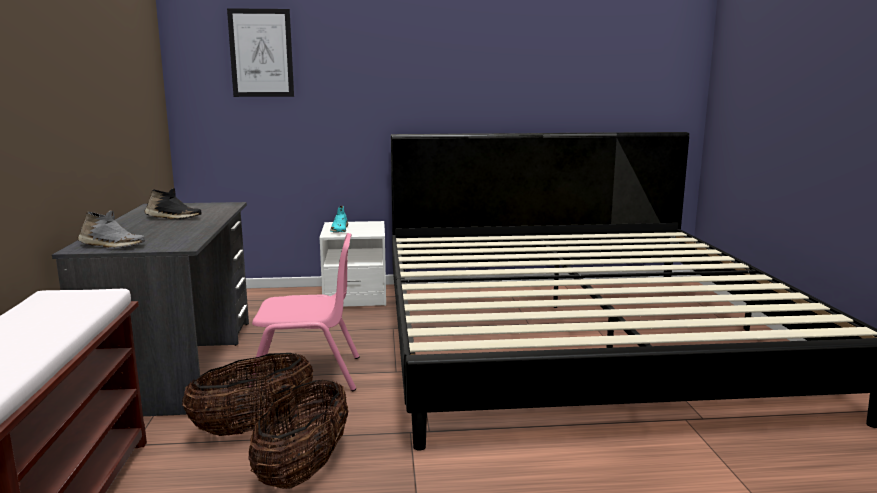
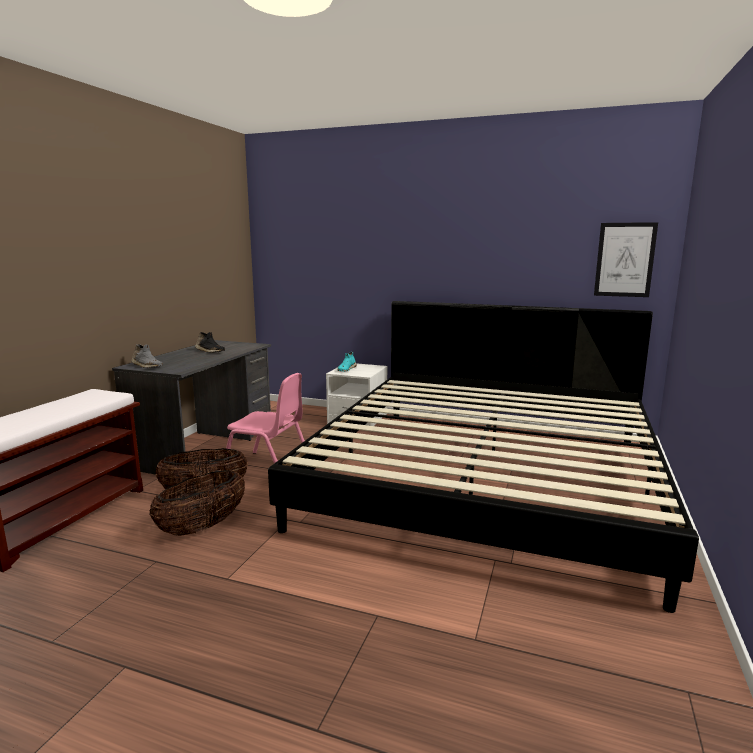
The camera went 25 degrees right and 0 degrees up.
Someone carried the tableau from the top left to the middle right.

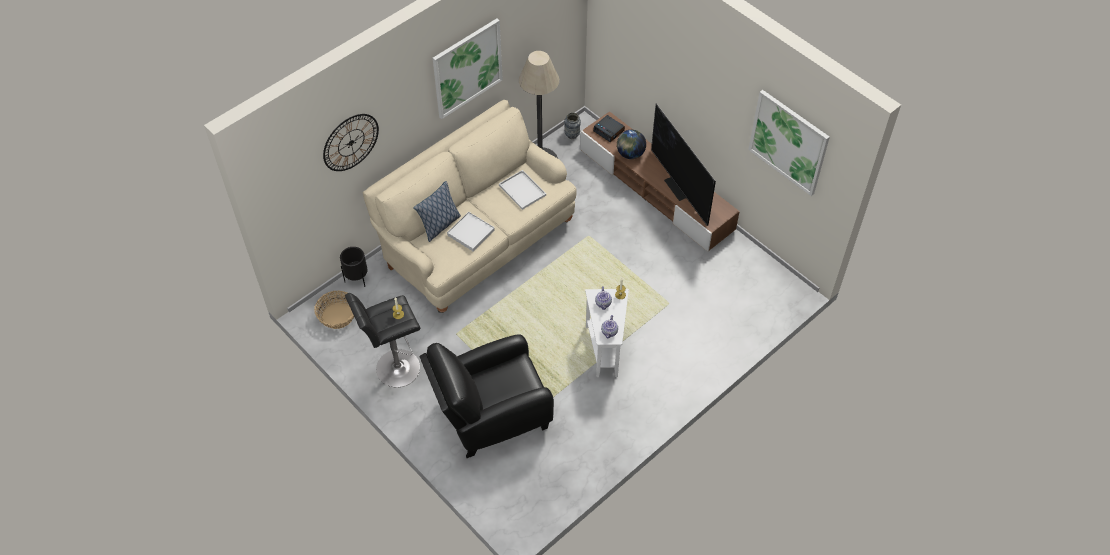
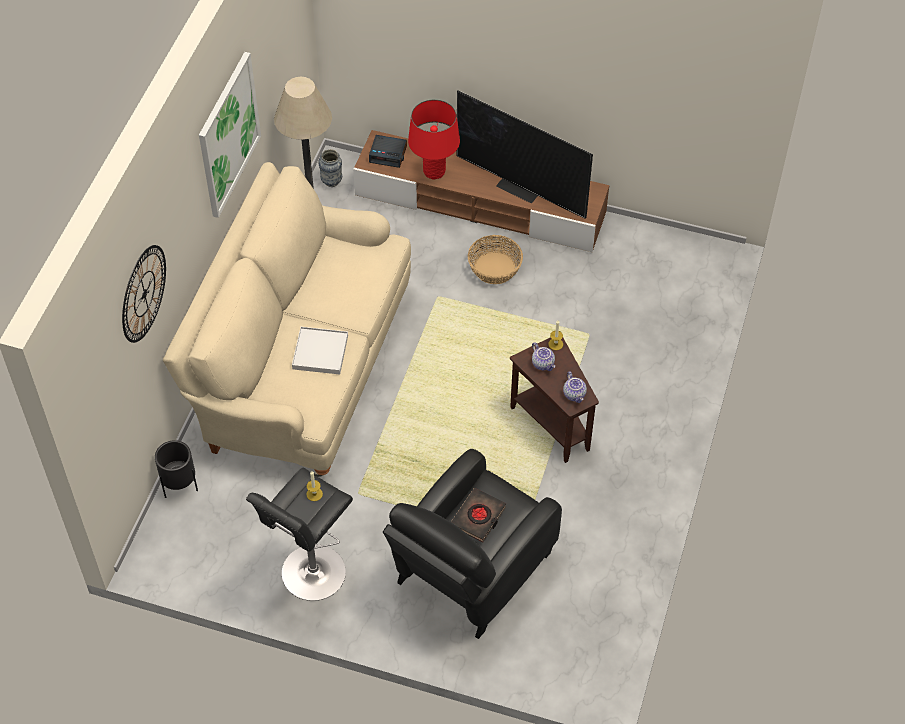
The camera went 30 degrees left and 0 degrees up.
Someone carried the panier from the middle left to the centre.
Someone took away the coussin at the centre.
Someone took away the plateau [blanc] (no. 2 from left) at the centre.
Someone repainted the table d'appoint [blanc] at the centre, which became the table d'appoint [marron] at the centre.
Someone swapped the globe at the top centre for the lampe de table [rouge] at the top centre.
Someone took away the tableau (no. 2 from left) at the top right.
Someone put down the livre [noir] at the bottom centre.

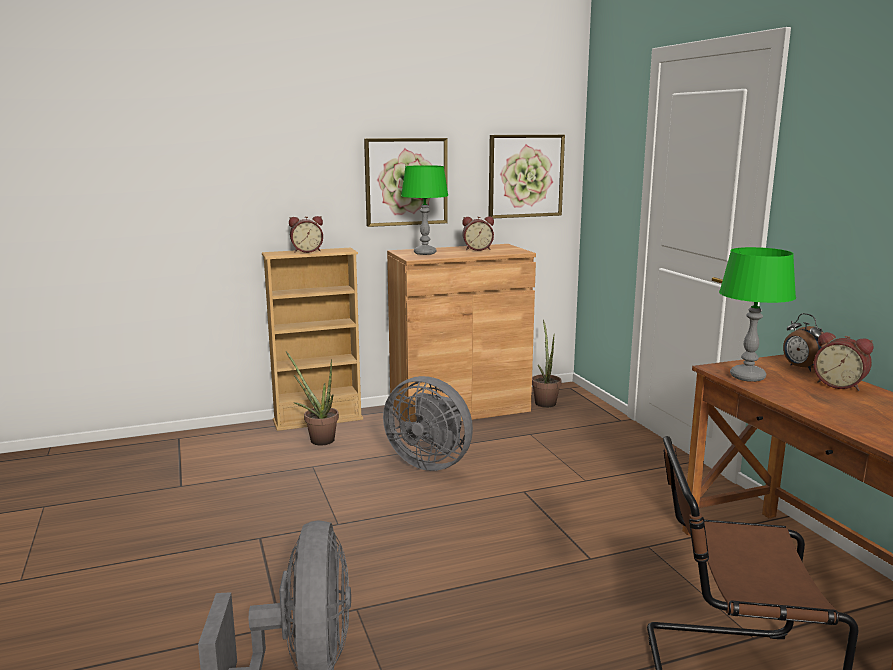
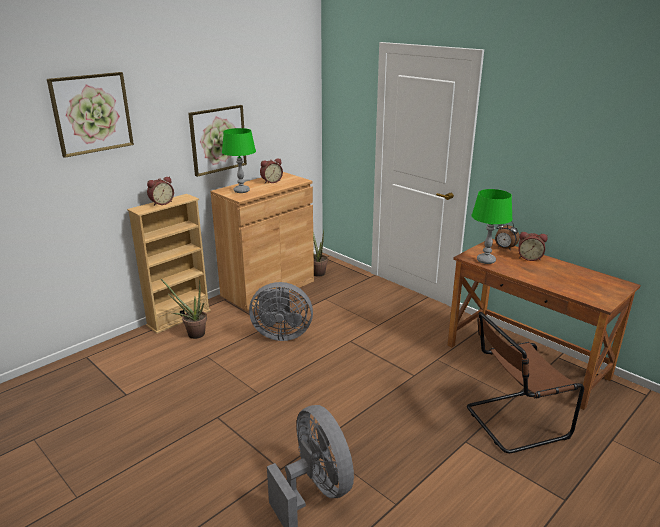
The camera went 25 degrees left and 10 degrees up.
Someone carried the tableau (no. 2 from left in the first image) from the top centre to the top left.

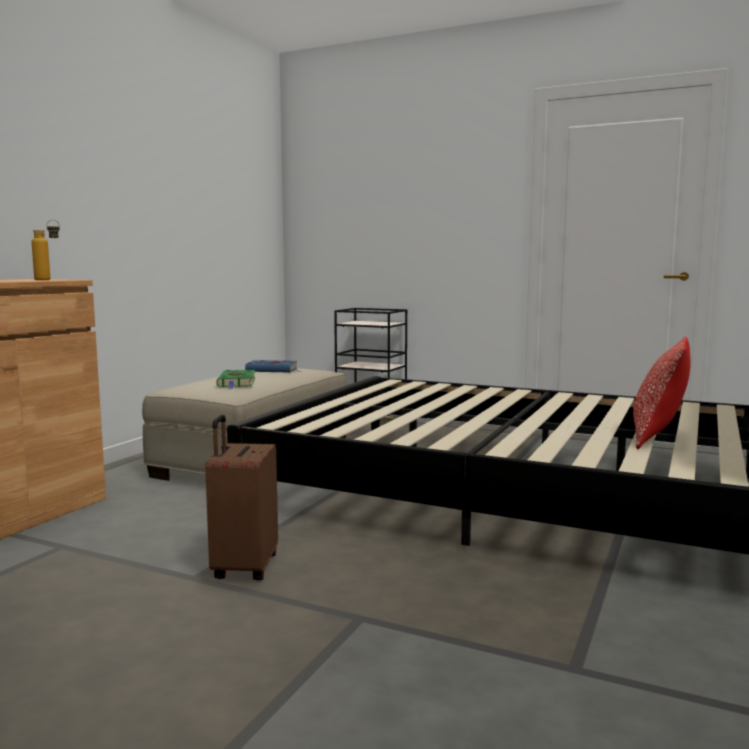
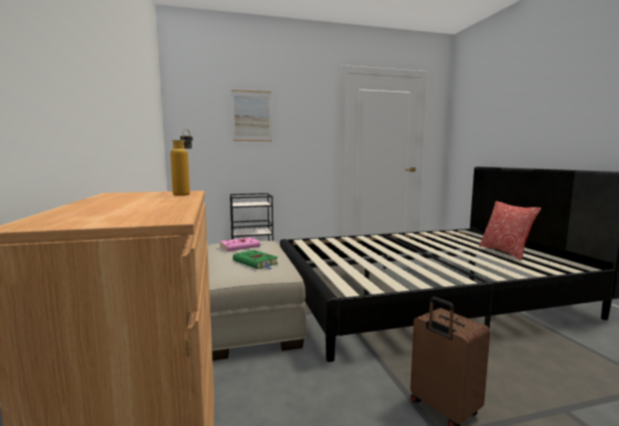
The camera went 40 degrees left and 0 degrees up.
Someone repainted the livre [bleu] at the centre, which became the livre [rose] at the centre.
Someone put up the tableau at the top centre.

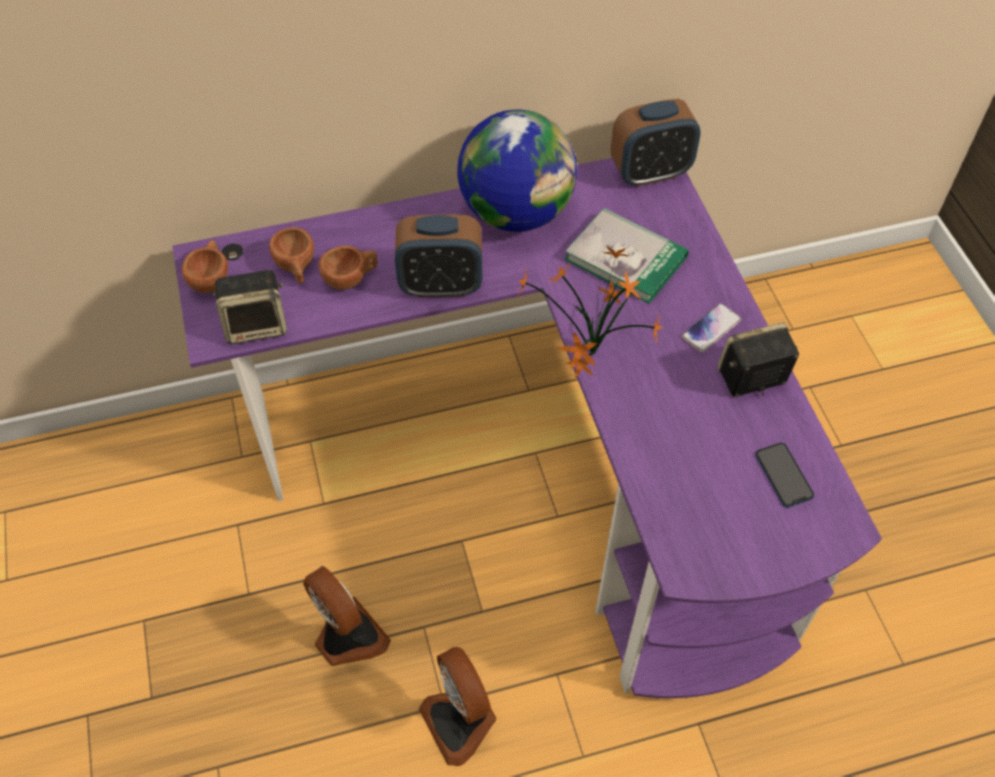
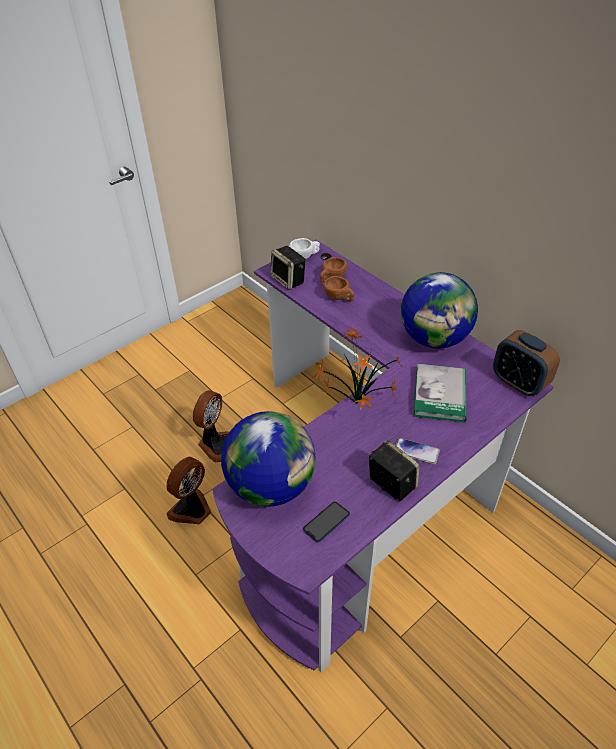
The camera went 65 degrees right and 10 degrees down.
Someone repainted the tasse [marron] (no. 1 from left) at the middle left, which became the tasse [blanc] at the top centre.
Someone took away the réveil (no. 1 from left) at the top centre.
Someone put down the globe (no. 1 from left) at the centre.

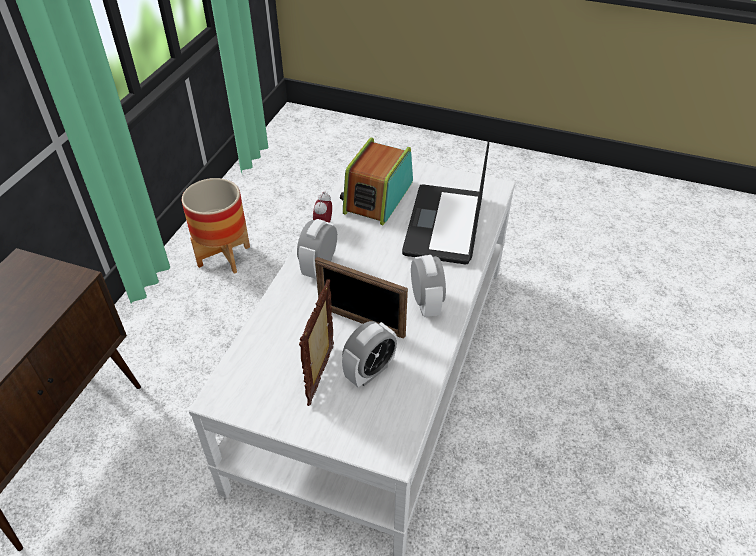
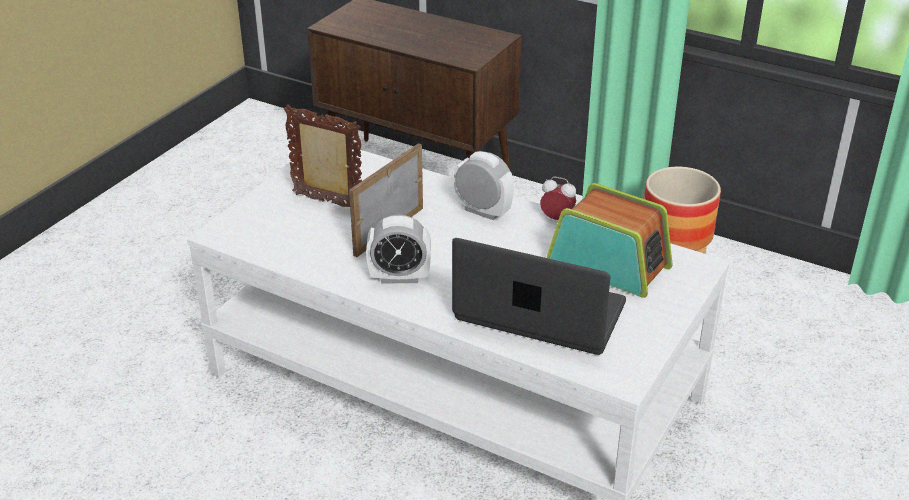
The camera went 100 degrees right and 10 degrees down.
Someone took away the réveil (no. 3 from left) at the centre.

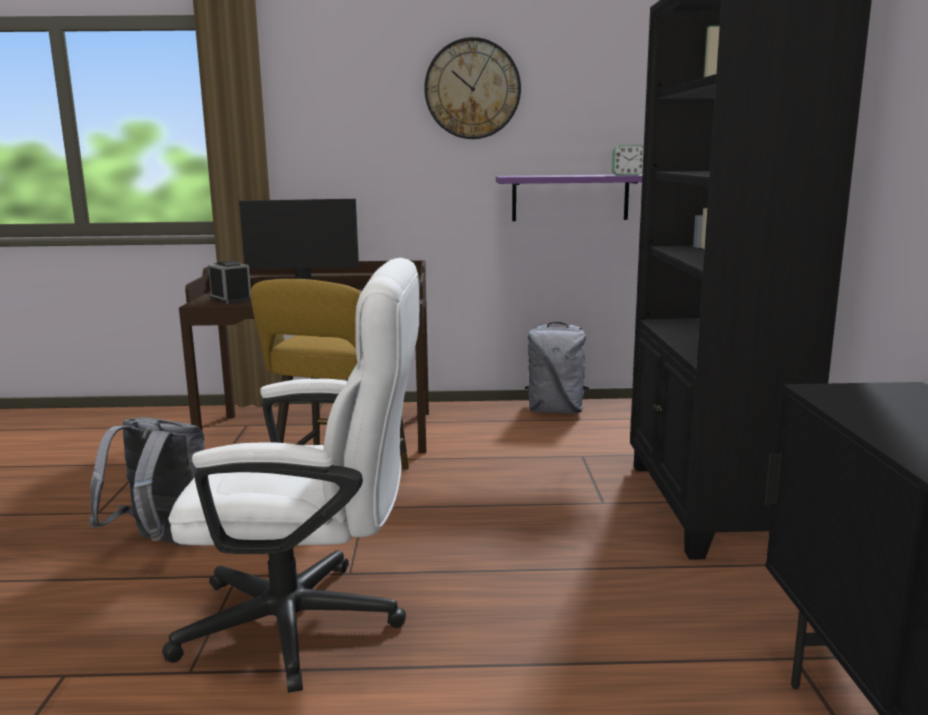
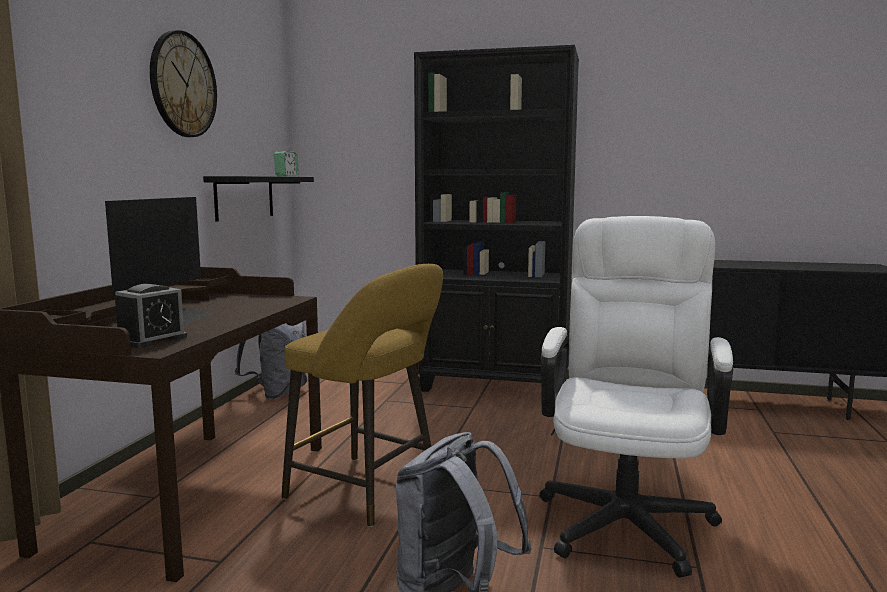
The camera went 75 degrees left and 5 degrees down.
Someone rotated the réveil (no. 1 from left) at the middle left by 150 degrees clockwise.
Someone repainted the étagère [violet] at the top centre, which became the étagère [noir] at the middle left.

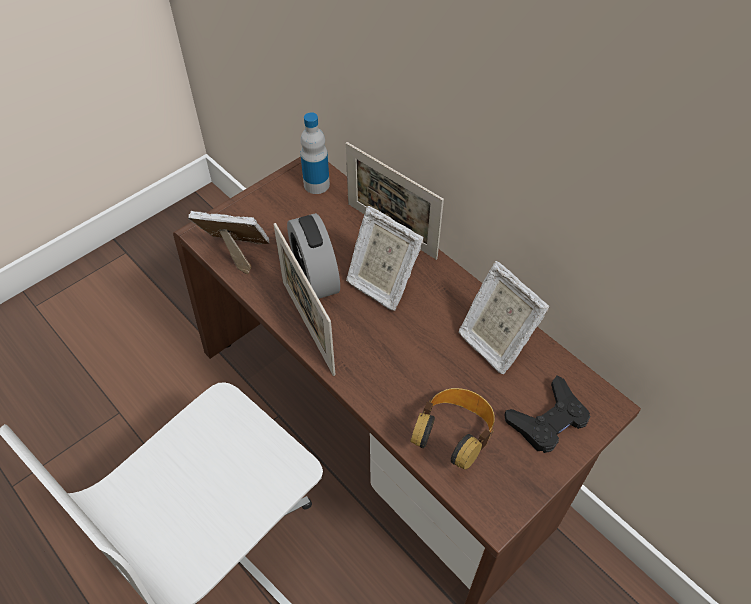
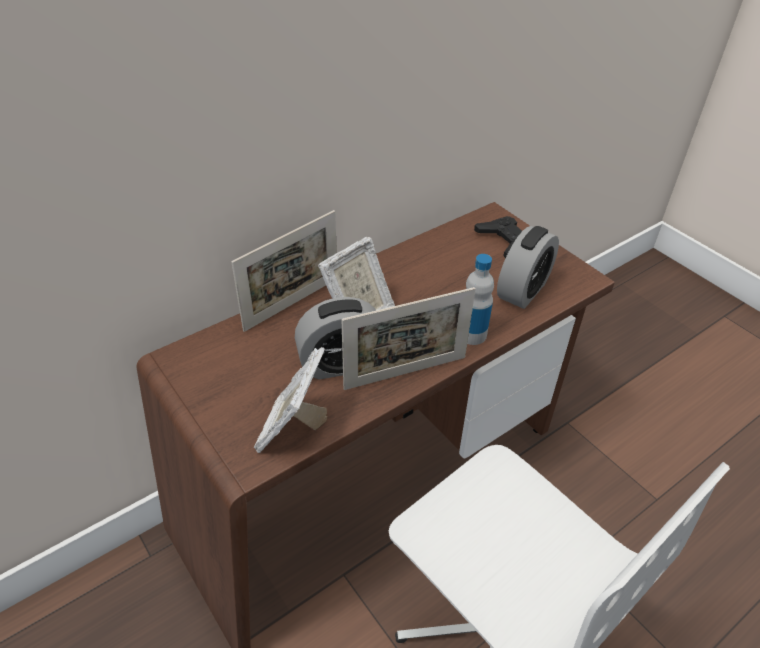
The camera went 85 degrees left and 10 degrees down.
Someone carried the bouteille from the top centre to the centre.
Someone swapped the casque audio at the bottom centre for the réveil (no. 2 from left) at the middle right.
Someone took away the cadre photo (no. 5 from left) at the middle right.

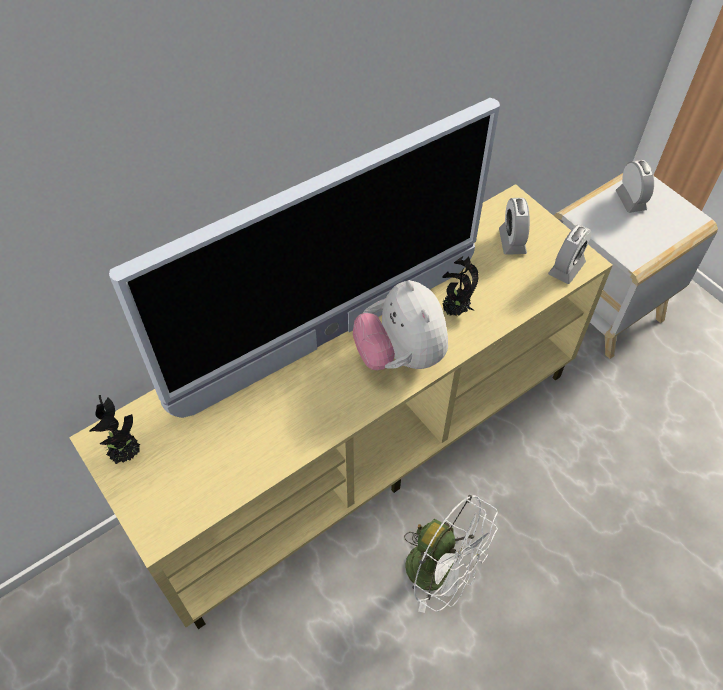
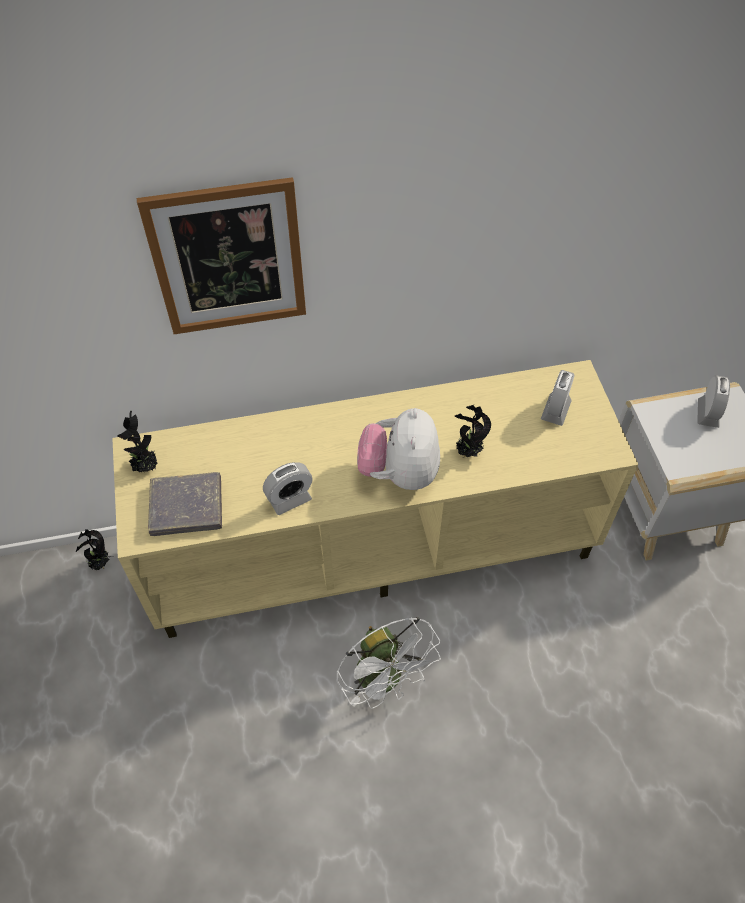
The camera went 25 degrees right and 0 degrees up.
Someone took away the téléviseur at the centre.
Someone carried the réveil (no. 2 from left in the first image) from the middle right to the centre.
Someone put down the plante en pot (no. 1 from left) at the middle left.
Someone put up the tableau at the top left.
Someone put down the livre [gris] at the middle left.

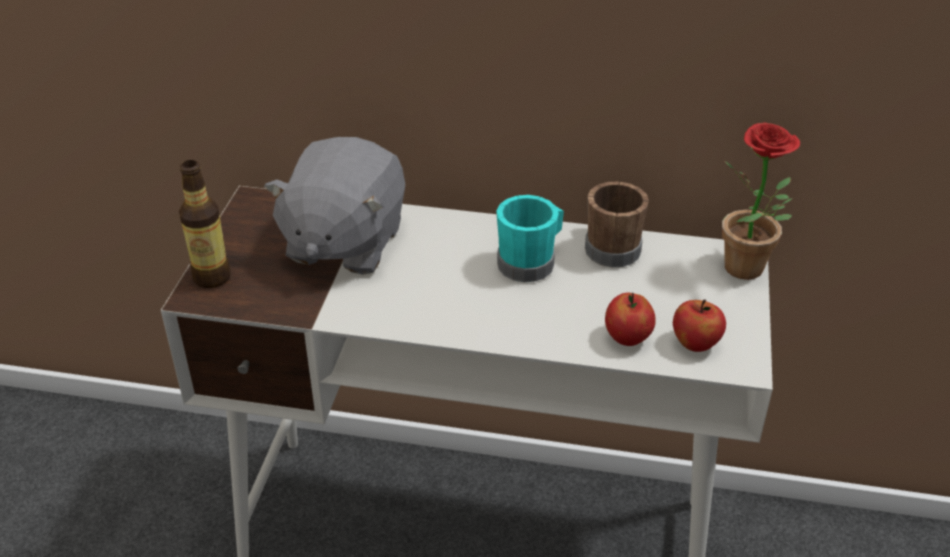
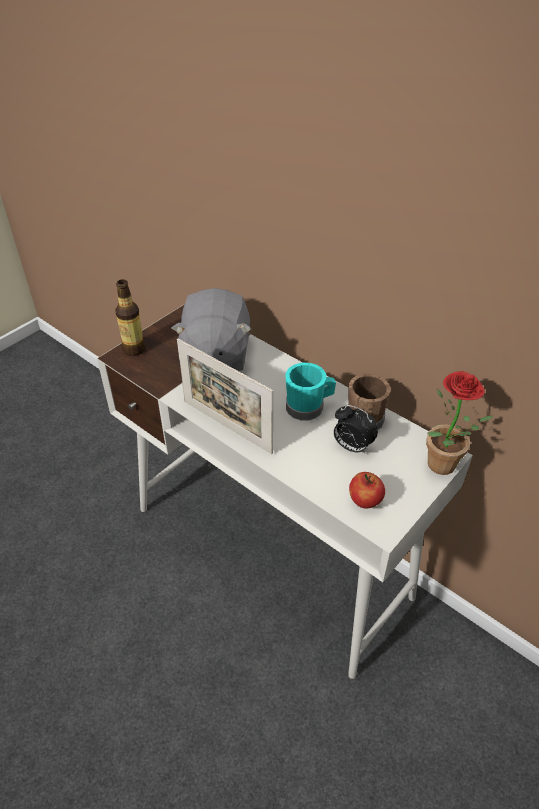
The camera went 30 degrees right and 5 degrees up.
Someone rotated the peluche [gris] at the centre by 45 degrees counterclockwise.
Someone took away the pomme (no. 1 from left) at the centre.
Someone put down the cadre photo at the centre.
Someone put down the réveil at the centre.

